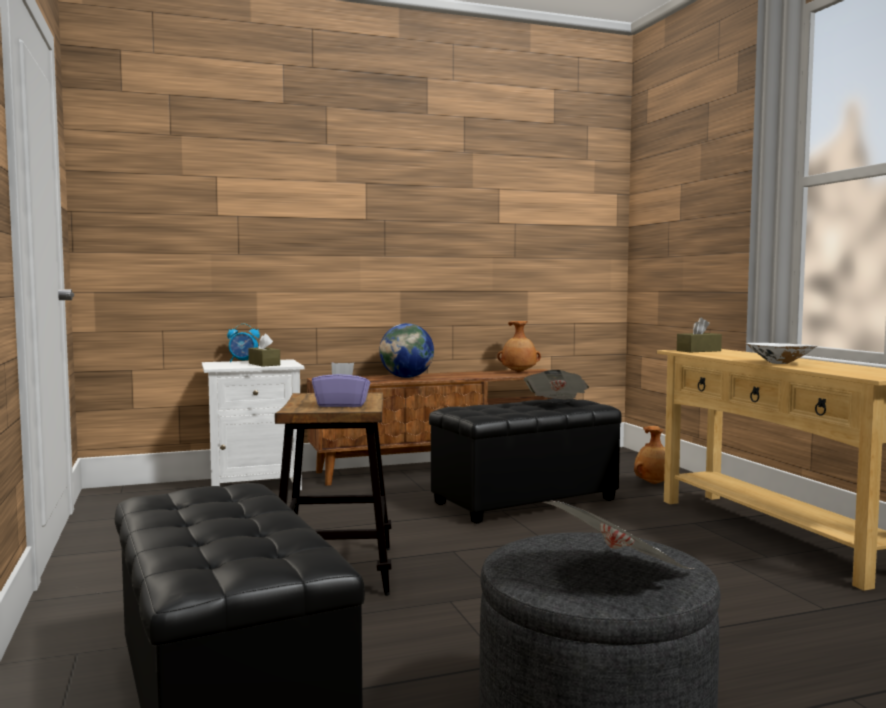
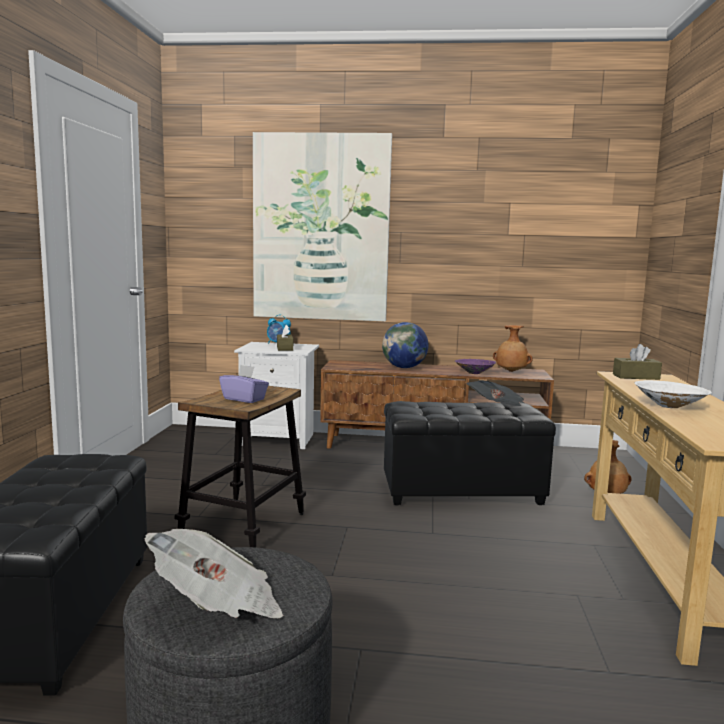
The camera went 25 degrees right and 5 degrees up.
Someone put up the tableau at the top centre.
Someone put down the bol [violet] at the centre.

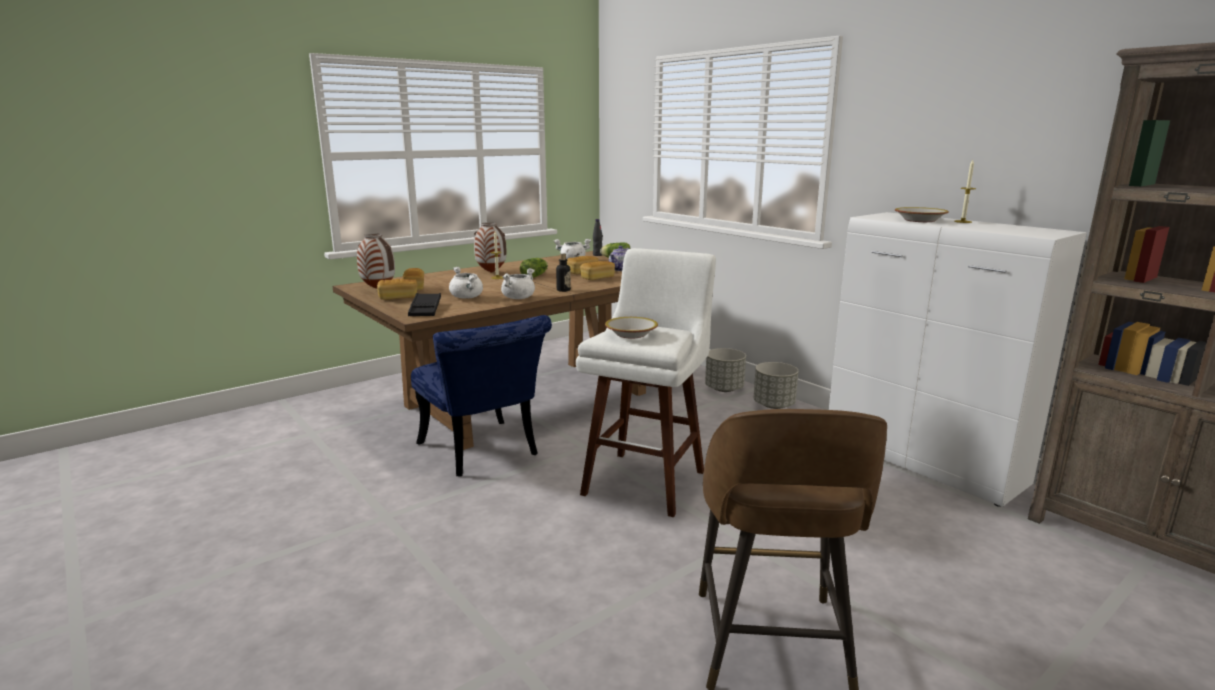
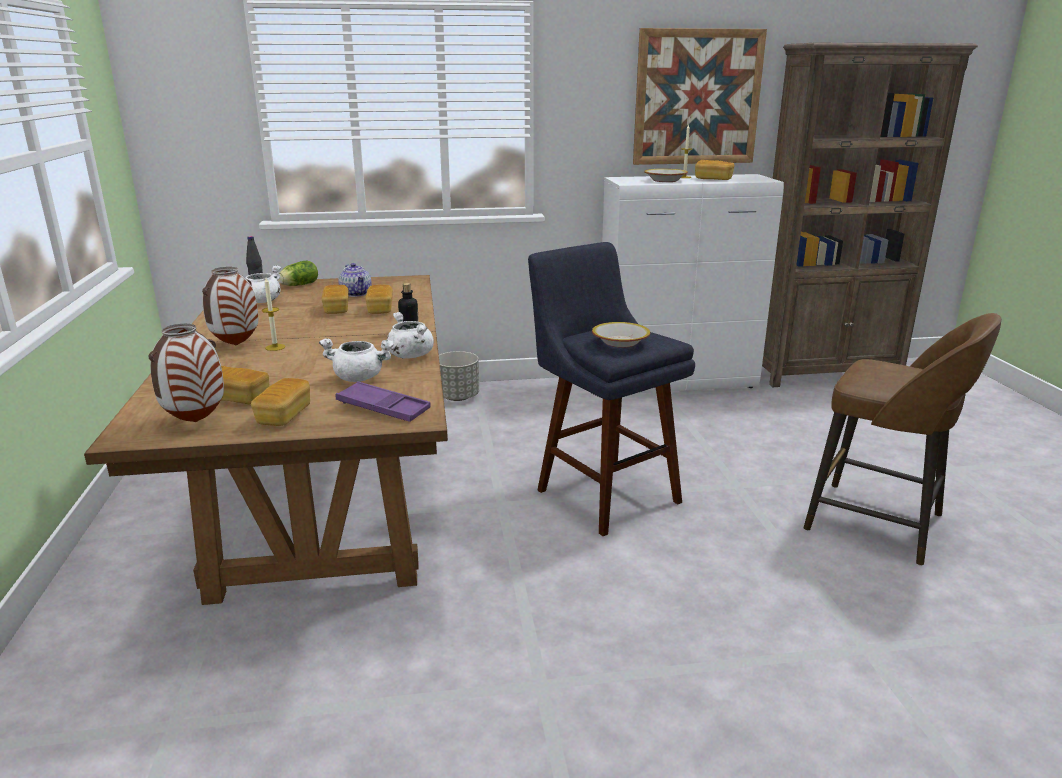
The camera went 60 degrees left and 5 degrees up.
Someone repainted the plateau [noir] at the centre, which became the plateau [violet] at the centre.
Someone took away the chaise [bleu] at the centre.
Someone took away the laitue (no. 1 from left) at the centre.
Someone repainted the tabouret [blanc] at the centre, which became the tabouret [bleu] at the centre.
Someone took away the cache-pot [gris] (no. 2 from left) at the centre.
Someone put up the tableau at the top centre.
Someone put down the pain (no. 5 from left) at the top right.

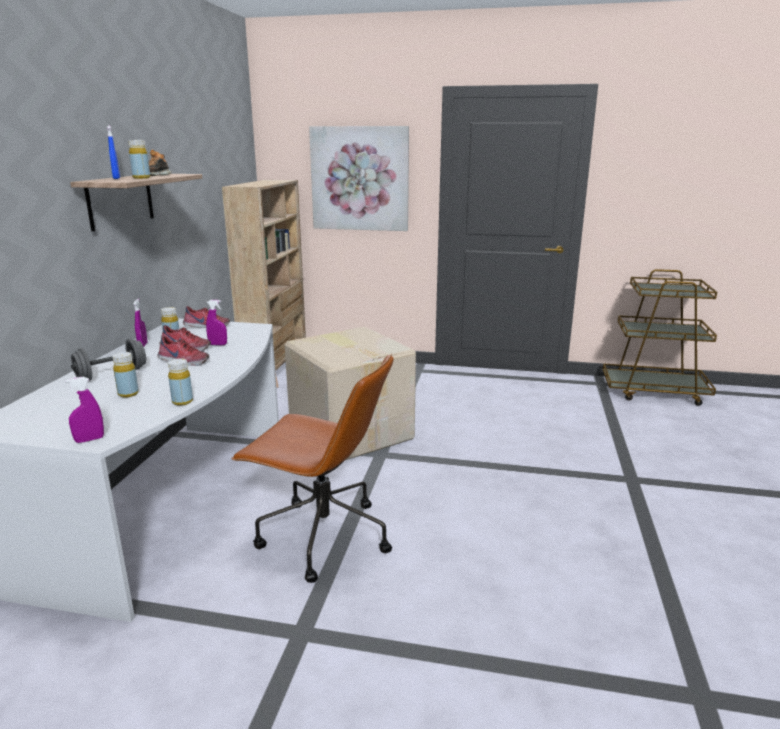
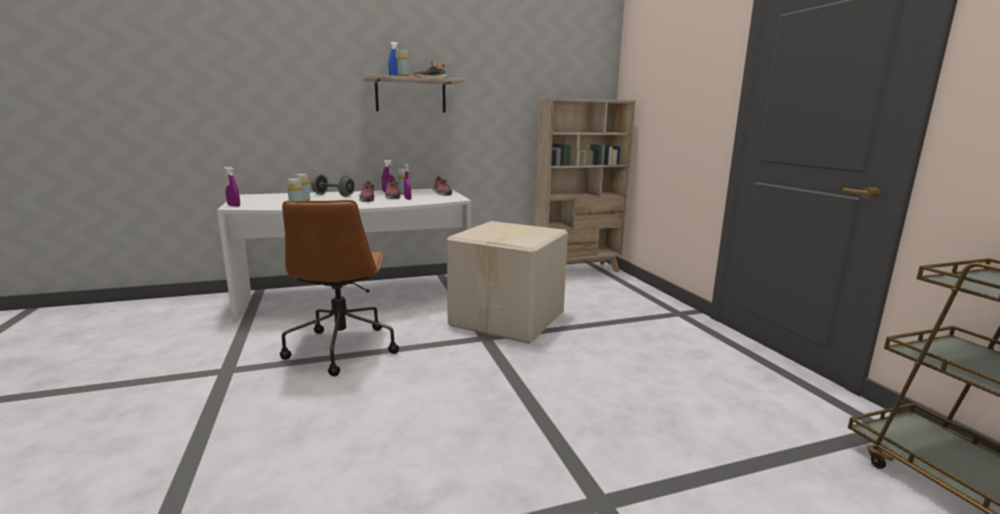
The camera went 60 degrees right and 5 degrees down.
Someone took away the tableau at the top centre.

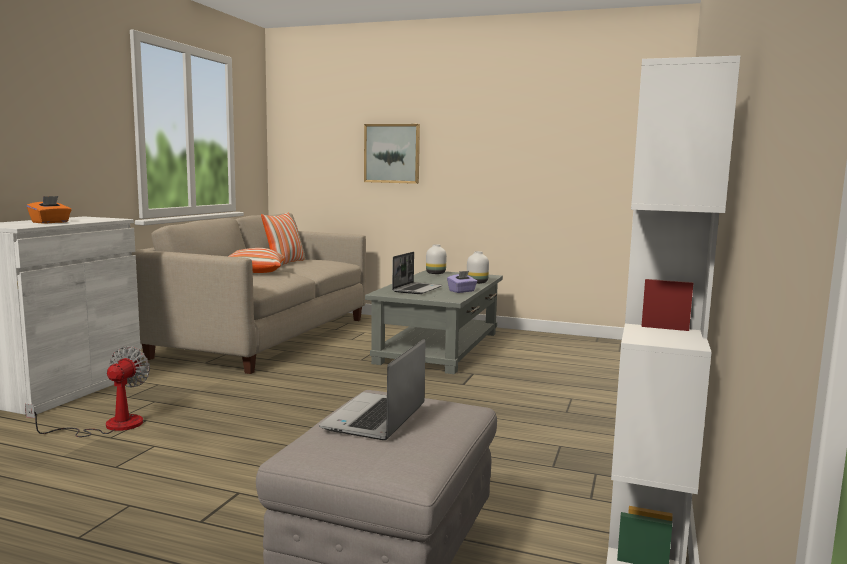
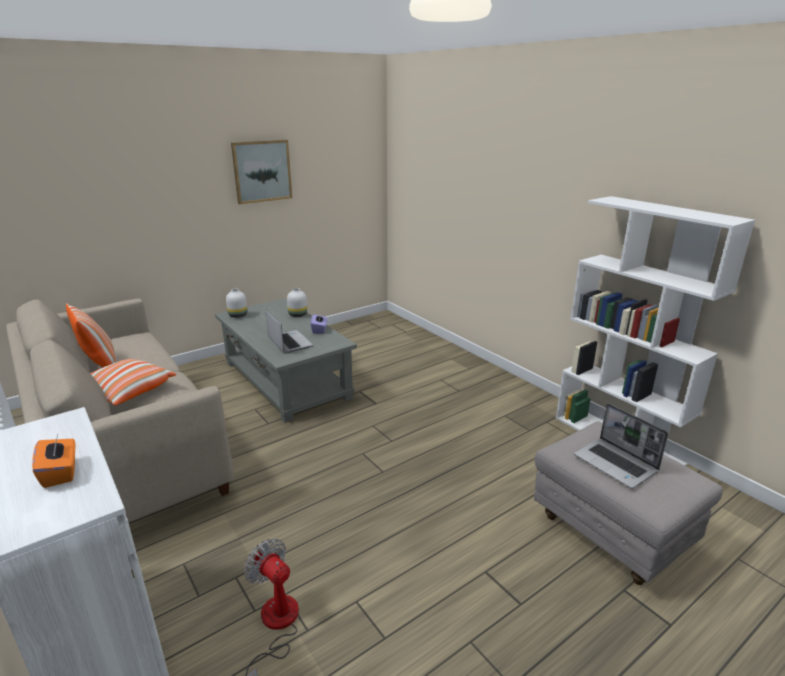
The camera went 55 degrees left and 15 degrees up.
Someone carried the tableau from the top centre to the top left.

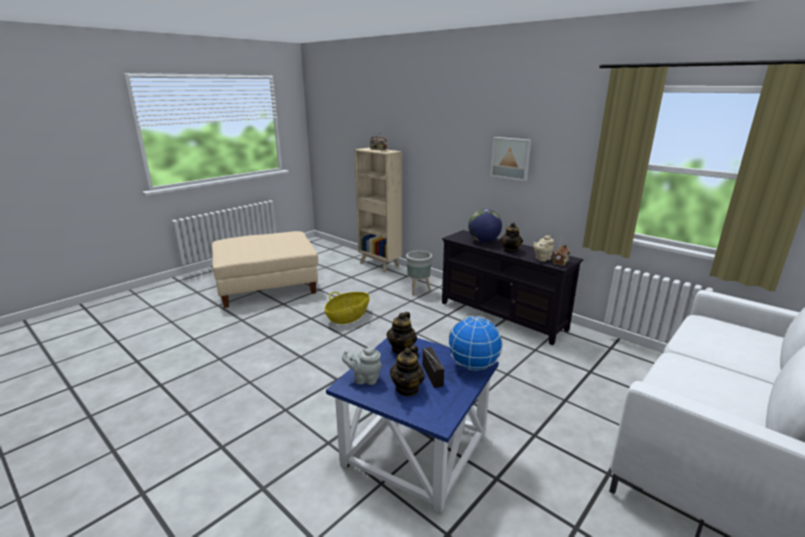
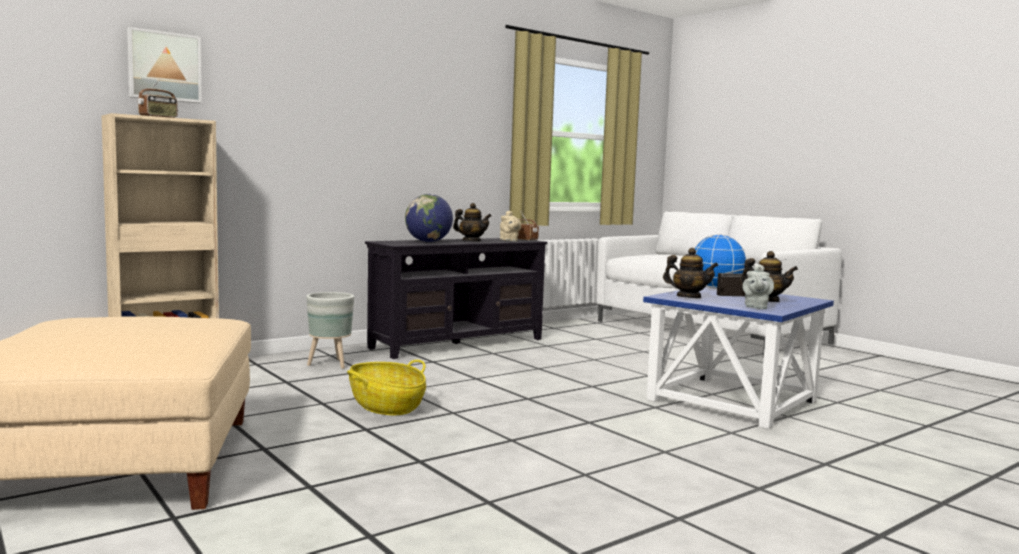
The camera went 80 degrees left and 15 degrees down.
Someone carried the tableau from the top centre to the top left.

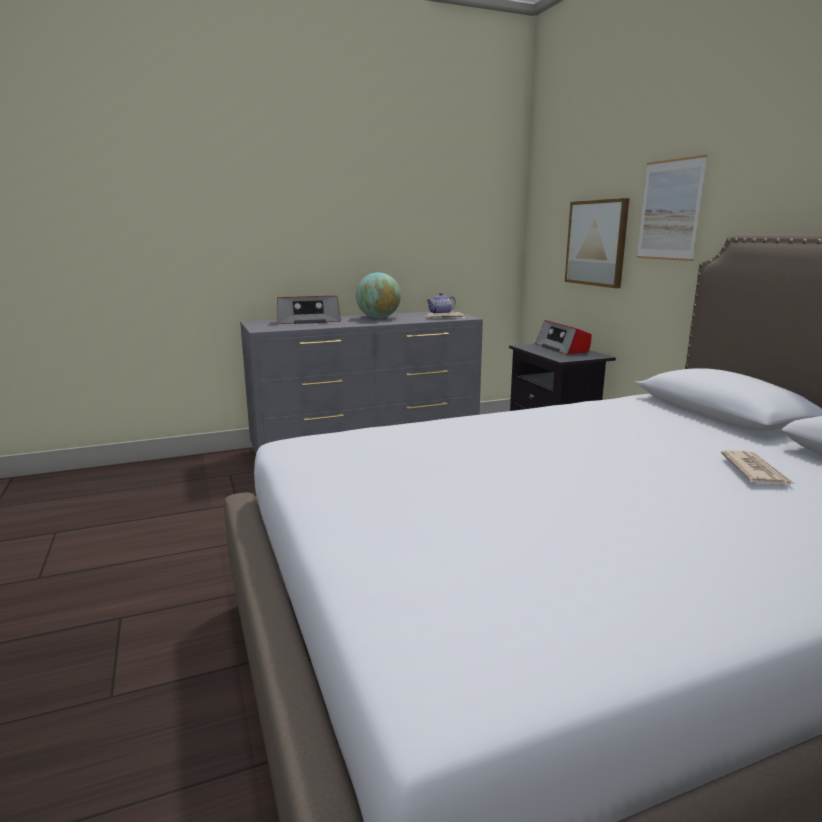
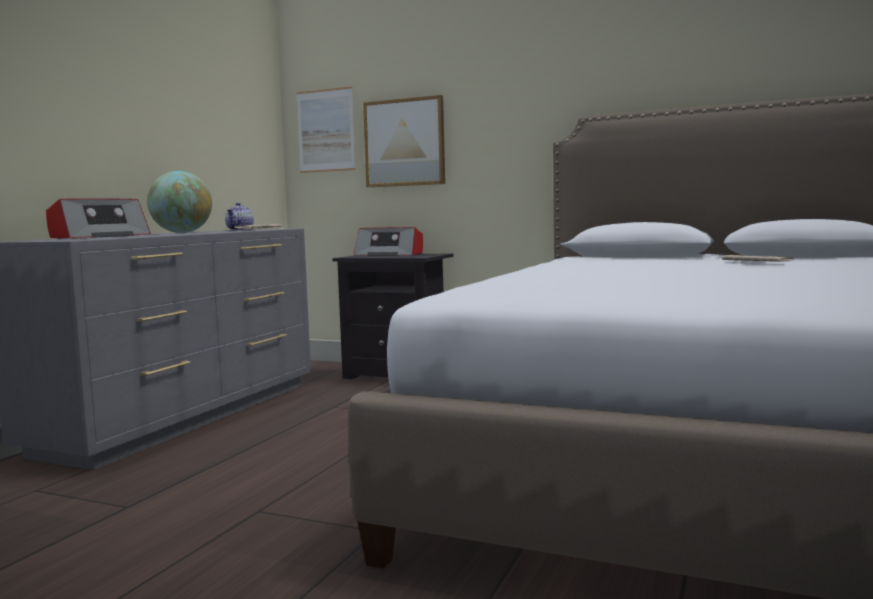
The camera went 45 degrees left and 10 degrees down.
Someone carried the tableau (no. 2 from left in the first image) from the top right to the top centre.

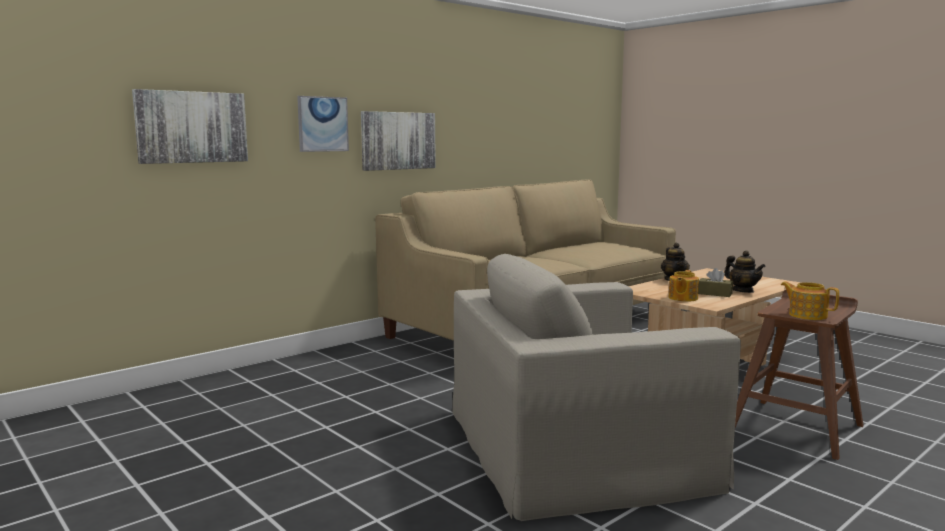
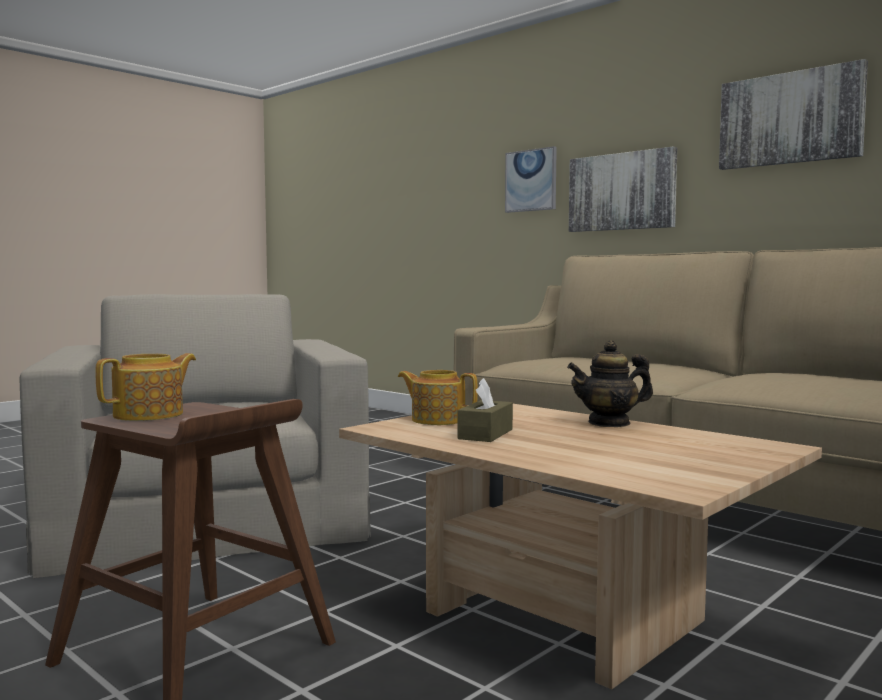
The camera went 85 degrees right and 5 degrees down.
Someone carried the tableau (no. 1 from left in the first image) from the top left to the top right.
Someone took away the théière (no. 3 from left) at the middle right.

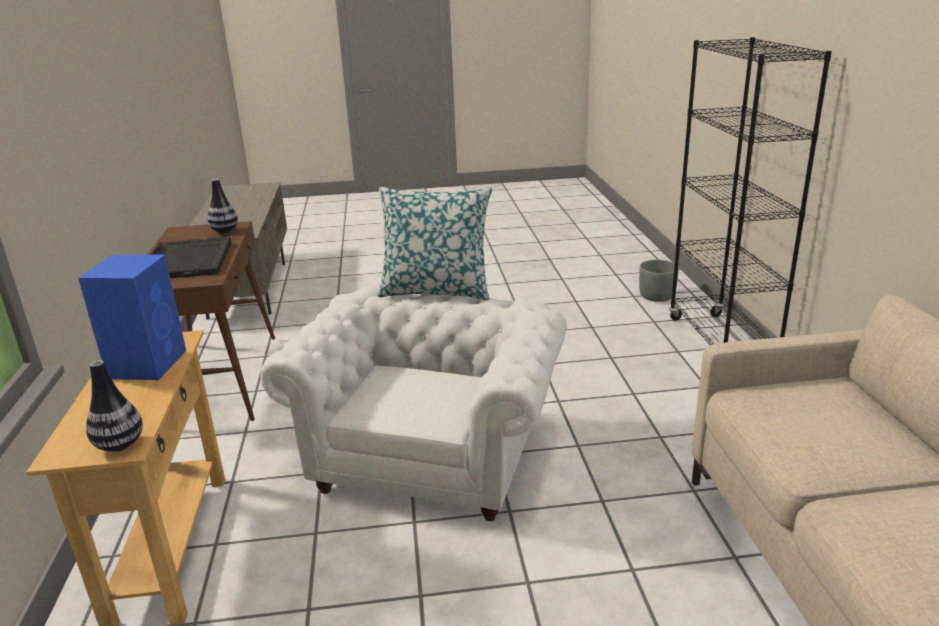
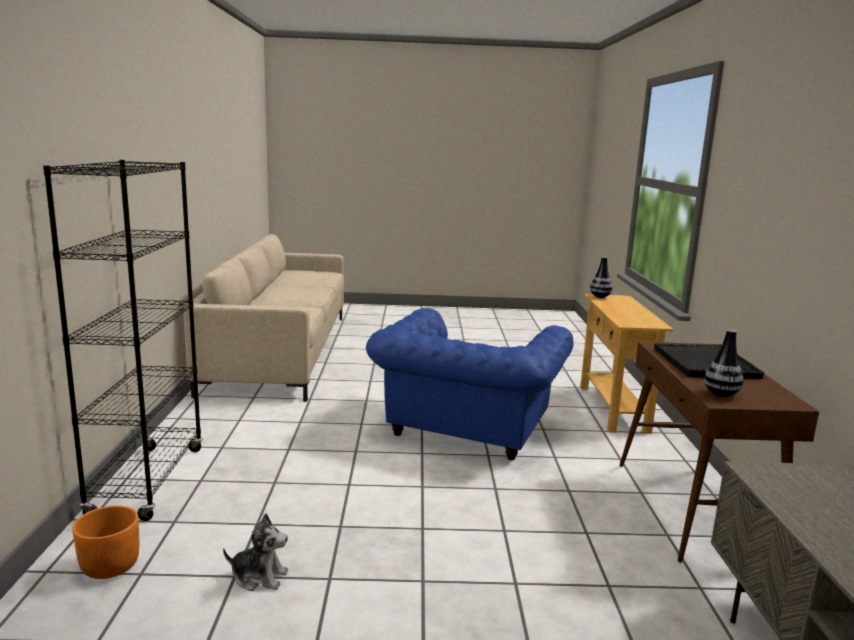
The camera went 175 degrees left and 10 degrees down.
Someone took away the enceinte [bleu] at the middle left.
Someone repainted the fauteuil [blanc] at the centre, which became the fauteuil [bleu] at the centre.
Someone took away the coussin at the centre.
Someone repainted the cache-pot [gris] at the middle right, which became the cache-pot [orange] at the bottom left.
Someone put down the peluche at the bottom left.

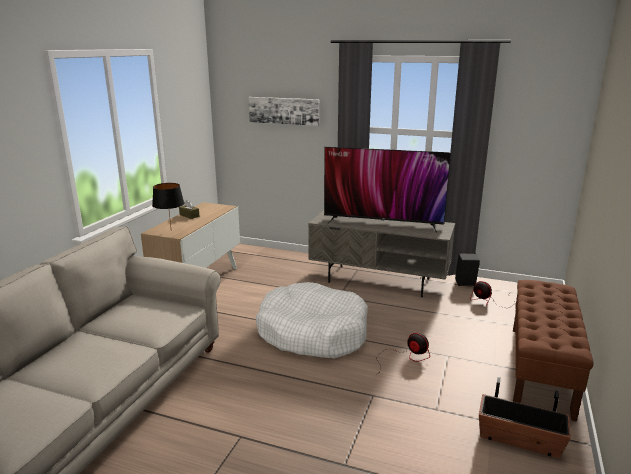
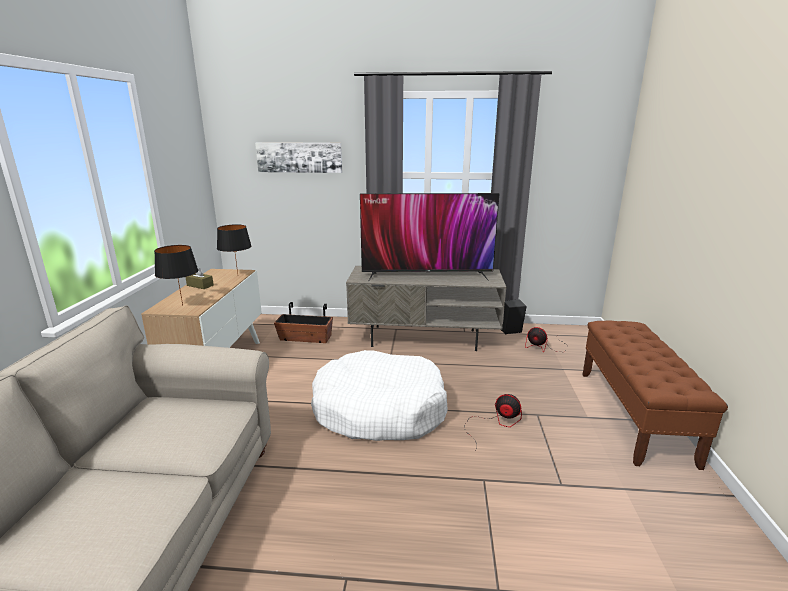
The camera went 15 degrees left and 0 degrees up.
Someone carried the cache-pot from the bottom right to the centre.
Someone put down the lampe de table [noir] (no. 2 from left) at the middle left.

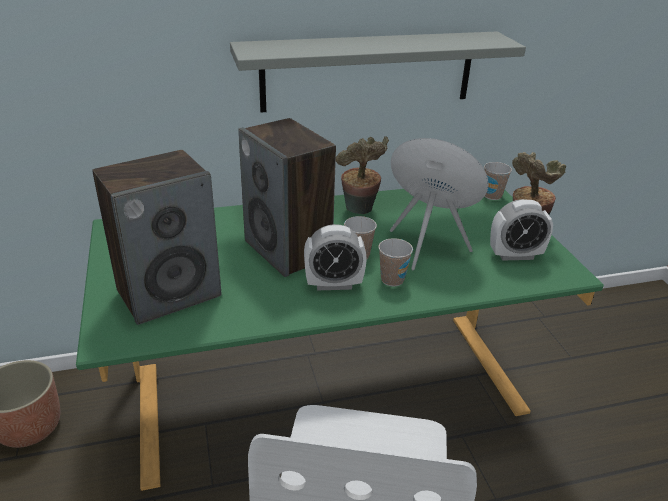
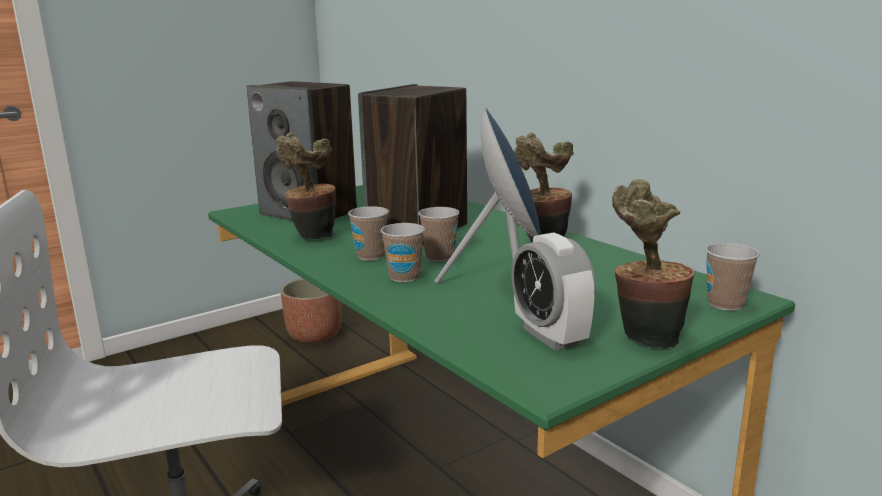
The camera went 70 degrees right and 15 degrees down.
Someone took away the étagère [gris] at the top centre.
Someone swapped the réveil (no. 1 from left) at the centre for the tasse (no. 1 from left) at the centre.
Someone put down the plante en pot (no. 1 from left) at the centre.

